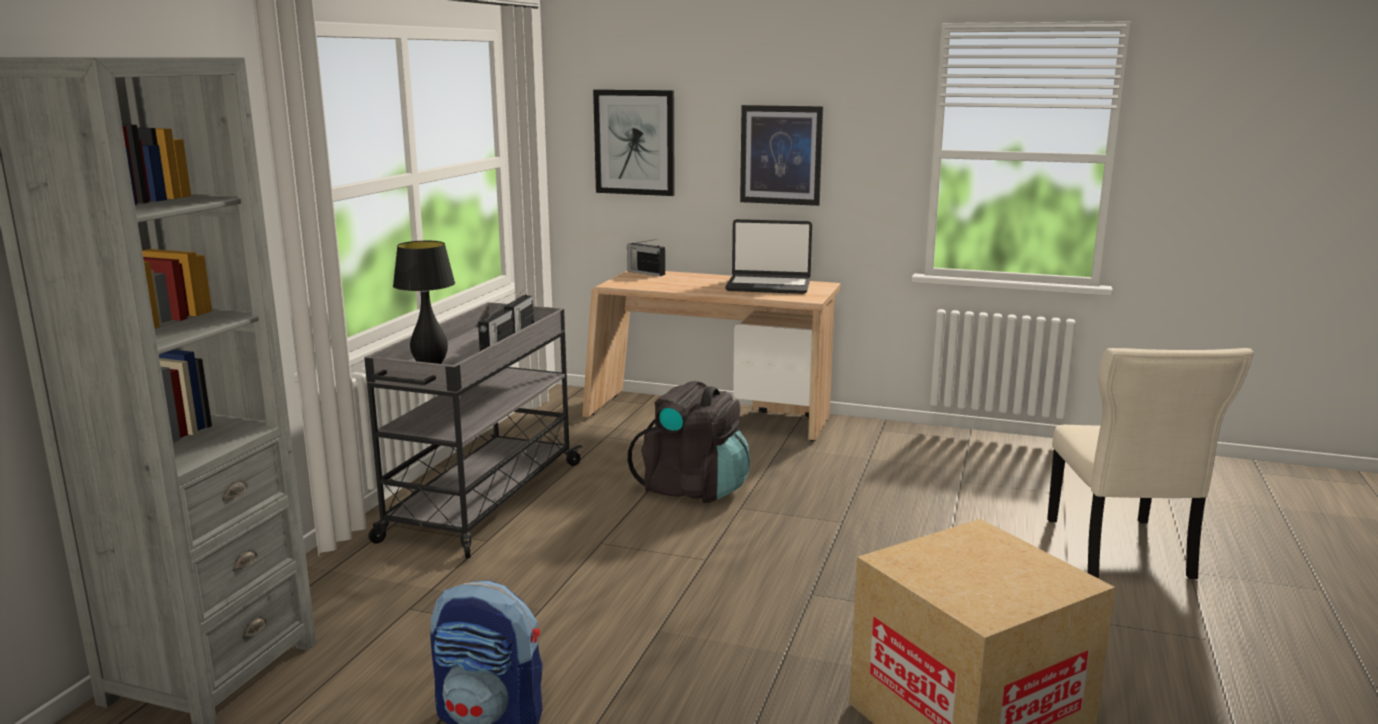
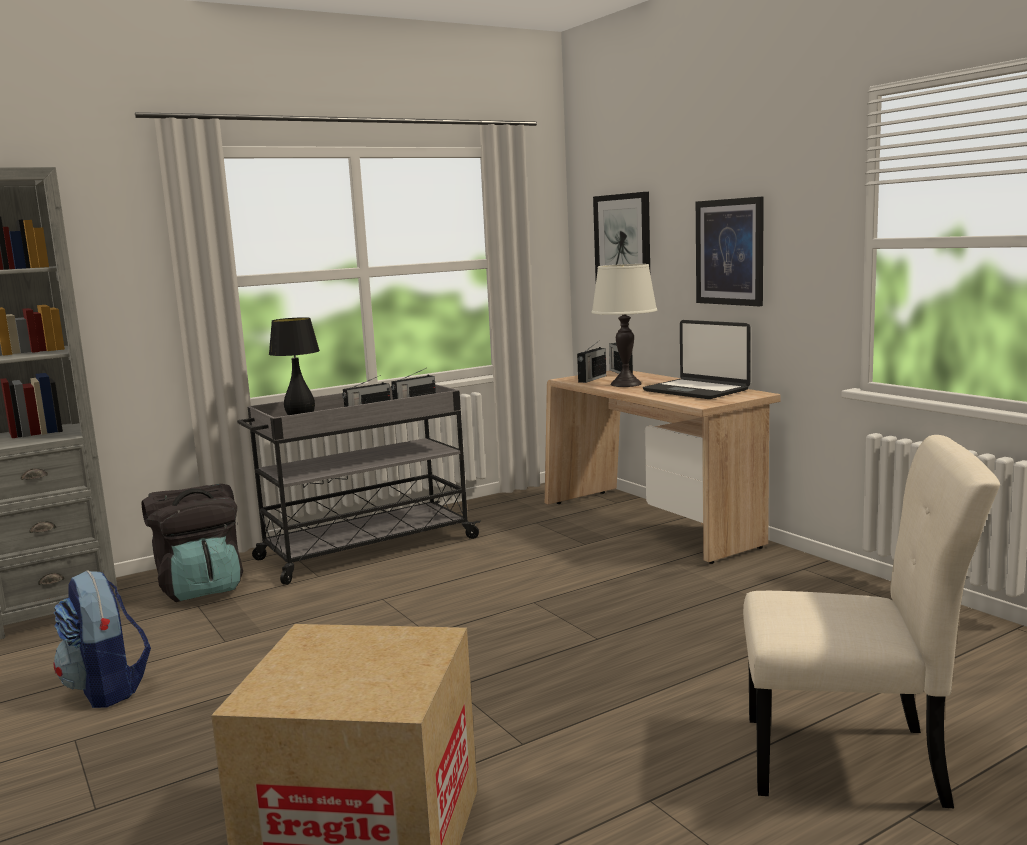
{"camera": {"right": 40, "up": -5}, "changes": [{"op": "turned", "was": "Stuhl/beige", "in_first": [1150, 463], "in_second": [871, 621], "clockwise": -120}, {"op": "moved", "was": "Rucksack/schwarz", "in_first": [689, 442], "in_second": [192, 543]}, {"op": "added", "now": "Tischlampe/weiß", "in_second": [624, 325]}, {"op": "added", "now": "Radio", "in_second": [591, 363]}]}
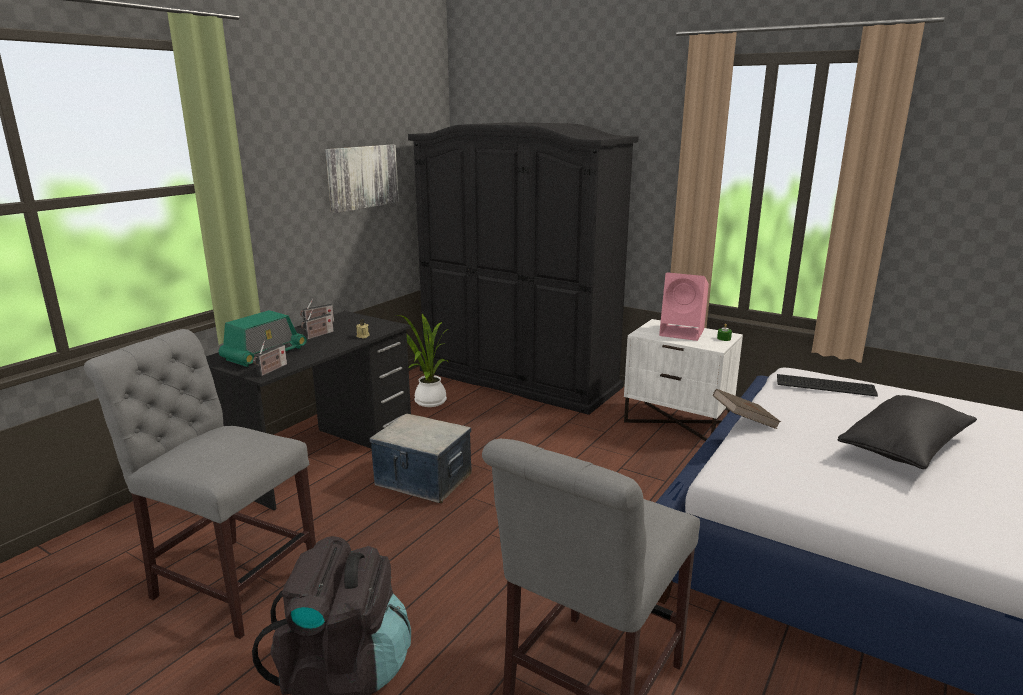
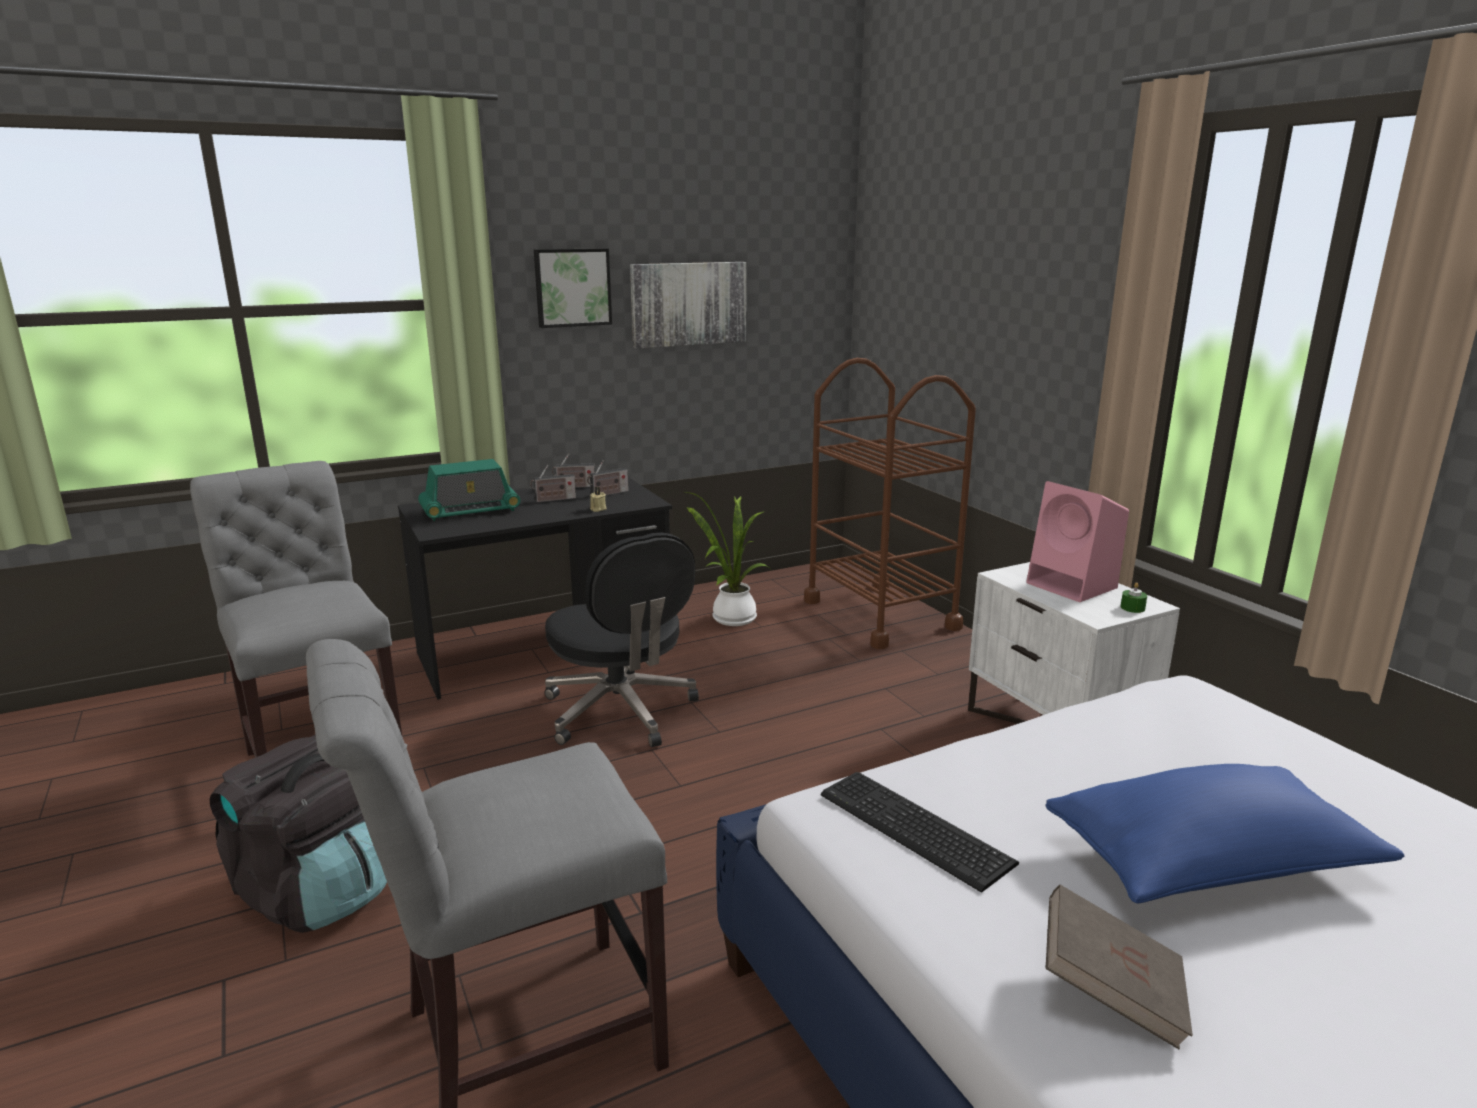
{"camera": {"right": 30, "up": 0}, "changes": [{"op": "replaced", "was": "Kleiderschrank/schwarz", "now": "Rollwagen/braun", "in_first": [523, 268], "in_second": [890, 503]}, {"op": "moved", "was": "Radio", "in_first": [270, 358], "in_second": [608, 478]}, {"op": "moved", "was": "Tastatur", "in_first": [827, 385], "in_second": [920, 832]}, {"op": "moved", "was": "Buch/braun", "in_first": [747, 409], "in_second": [1119, 967]}, {"op": "recoloured", "was": "Kissen/schwarz", "now": "Kissen/blau", "in_first": [907, 432], "in_second": [1224, 833]}, {"op": "replaced", "was": "Aufbewahrungsbox", "now": "Bürostuhl/schwarz", "in_first": [420, 458], "in_second": [621, 639]}, {"op": "added", "now": "Bild", "in_second": [573, 288]}]}
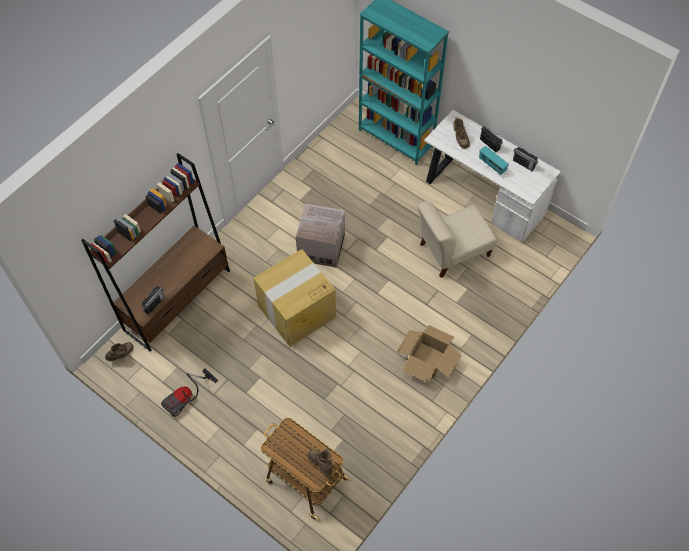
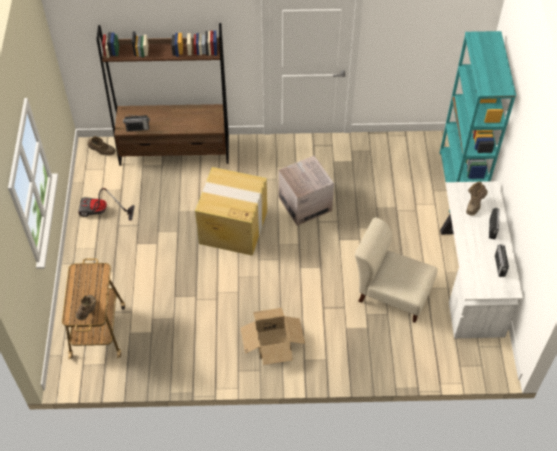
{"camera": {"right": 50, "up": -5}, "changes": [{"op": "removed", "was": "Radio", "in_first": [494, 160]}]}
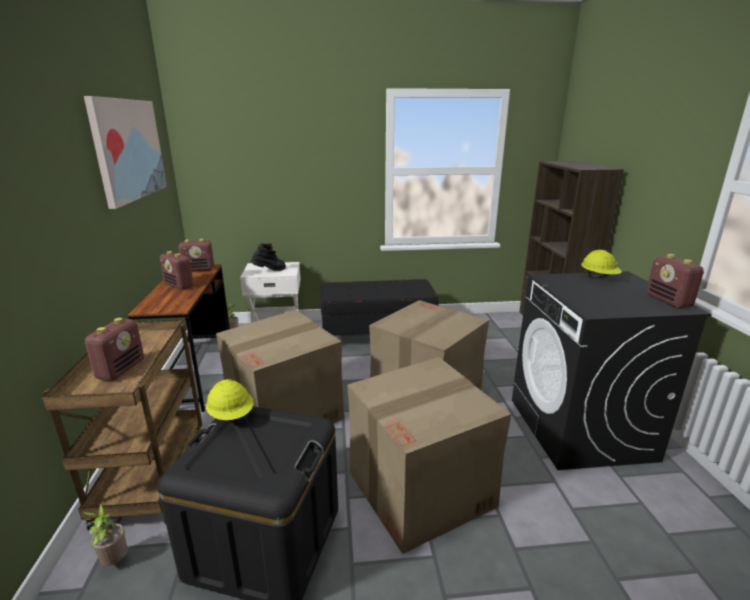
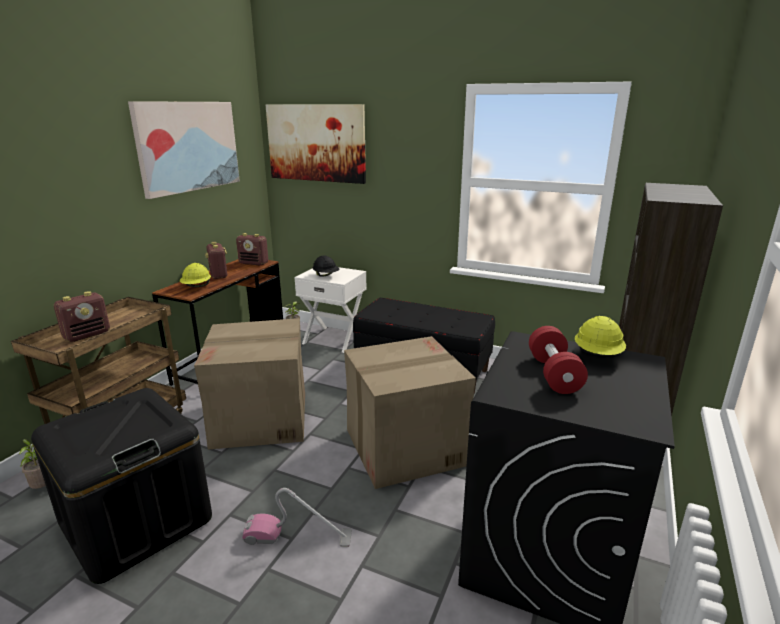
{"camera": {"right": 30, "up": 0}, "changes": [{"op": "replaced", "was": "Stiefel/schwarz", "now": "Schutzhelm/schwarz", "in_first": [268, 257], "in_second": [326, 266]}, {"op": "removed", "was": "Radio", "in_first": [675, 281]}, {"op": "replaced", "was": "Karton", "now": "Staubsauger", "in_first": [429, 455], "in_second": [297, 517]}, {"op": "moved", "was": "Schutzhelm/gelb", "in_first": [229, 399], "in_second": [195, 275]}, {"op": "added", "now": "Bild", "in_second": [316, 144]}, {"op": "added", "now": "Hantel/rot", "in_second": [558, 360]}]}
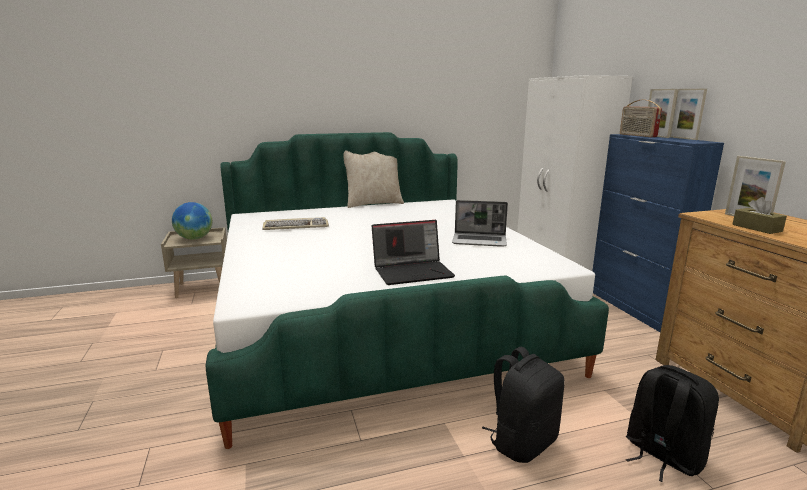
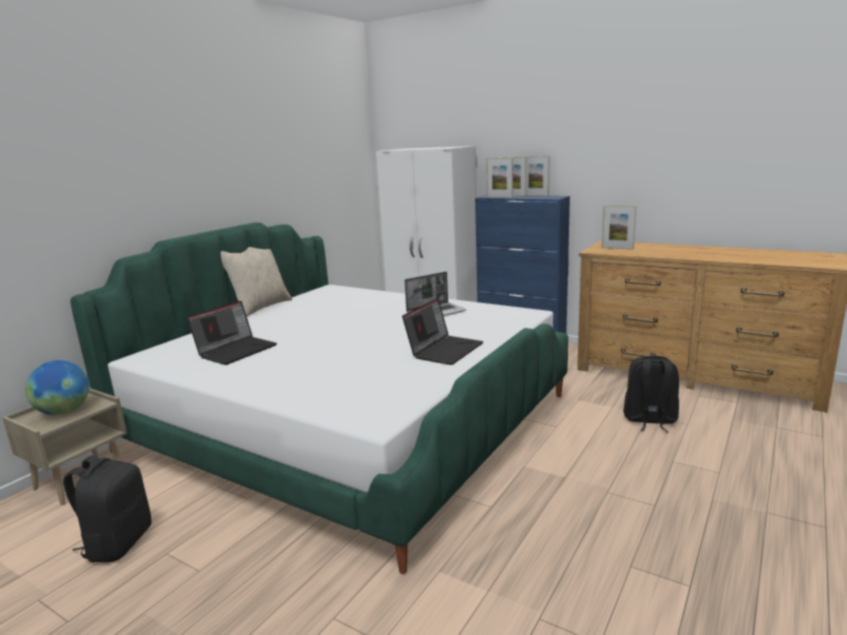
{"camera": {"right": -40, "up": 0}, "changes": [{"op": "replaced", "was": "Radio", "now": "Bilderrahmen", "in_first": [641, 118], "in_second": [499, 177]}, {"op": "removed", "was": "Taschentuchbox/braun", "in_first": [759, 215]}, {"op": "replaced", "was": "Tastatur", "now": "Laptop", "in_first": [295, 223], "in_second": [232, 333]}, {"op": "moved", "was": "Rucksack/schwarz", "in_first": [523, 405], "in_second": [107, 509]}]}
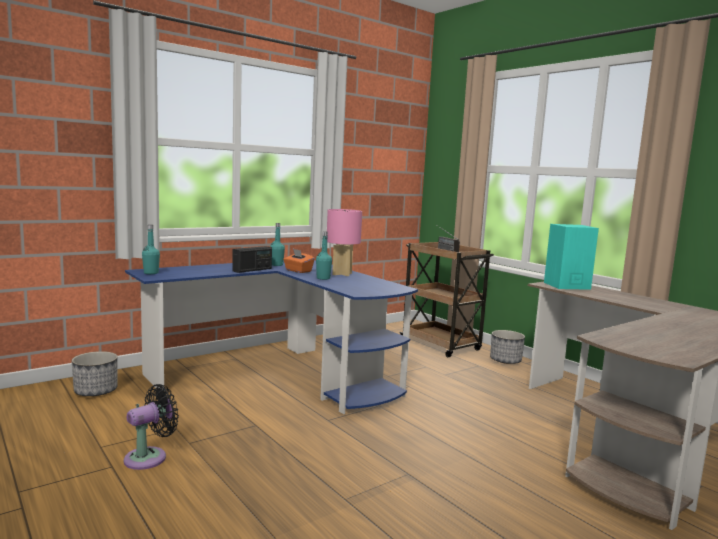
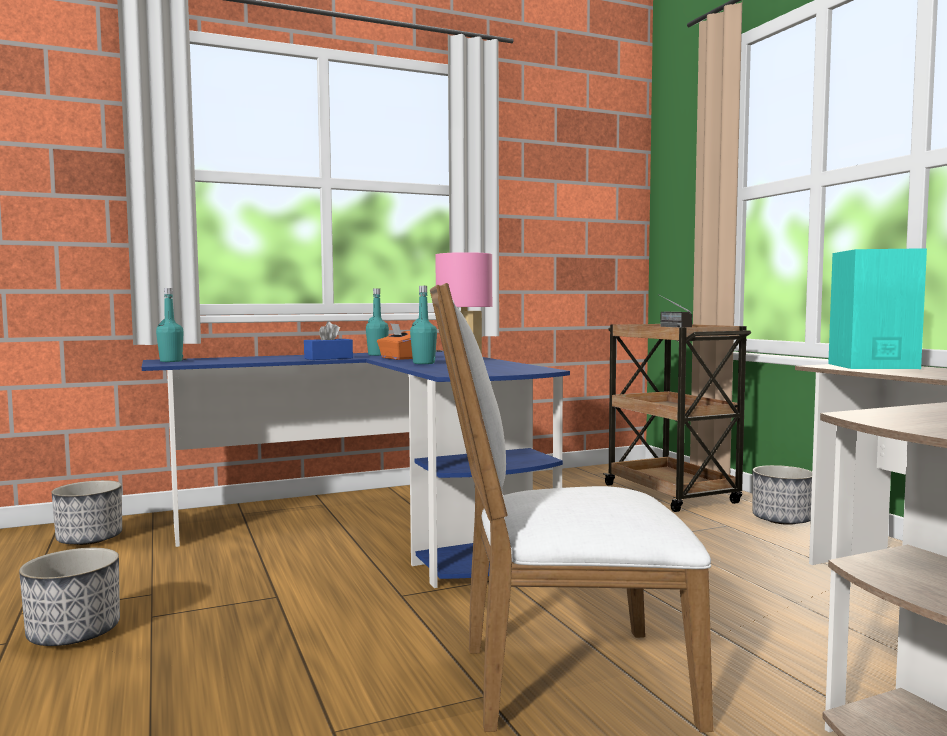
{"camera": {"right": 15, "up": -5}, "changes": [{"op": "replaced", "was": "Radio", "now": "Taschentuchbox/blau", "in_first": [252, 259], "in_second": [328, 340]}, {"op": "replaced", "was": "Ventilator/schwarz", "now": "Pflanzkübel", "in_first": [151, 427], "in_second": [69, 597]}, {"op": "added", "now": "Stuhl/weiß", "in_second": [571, 508]}]}
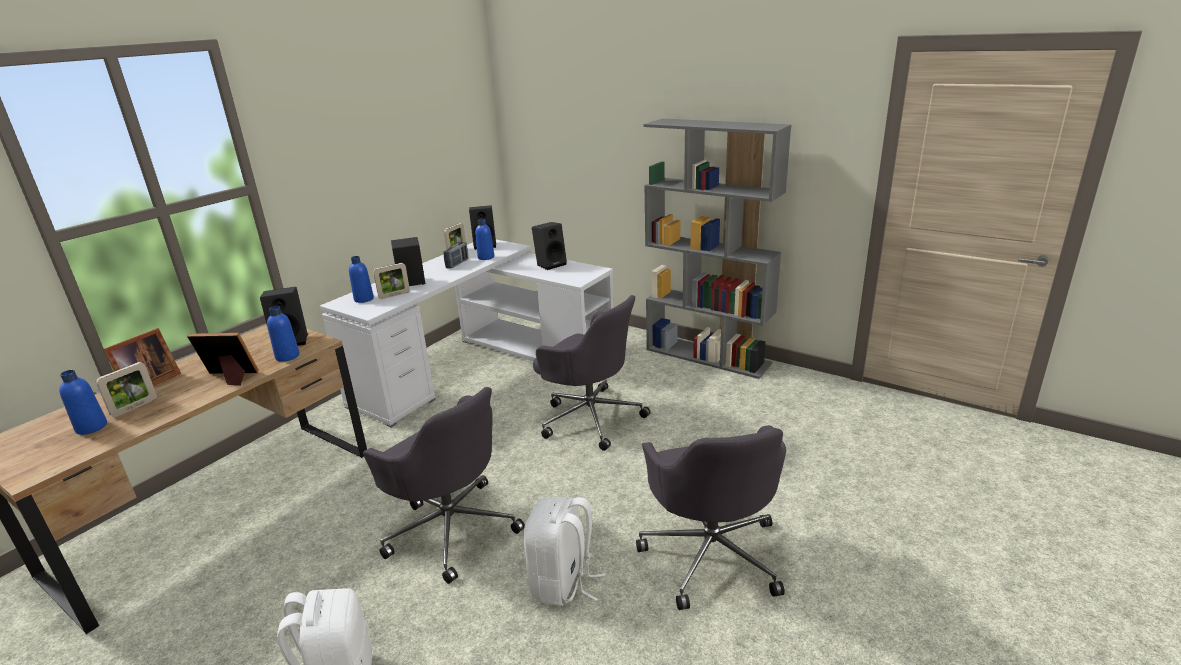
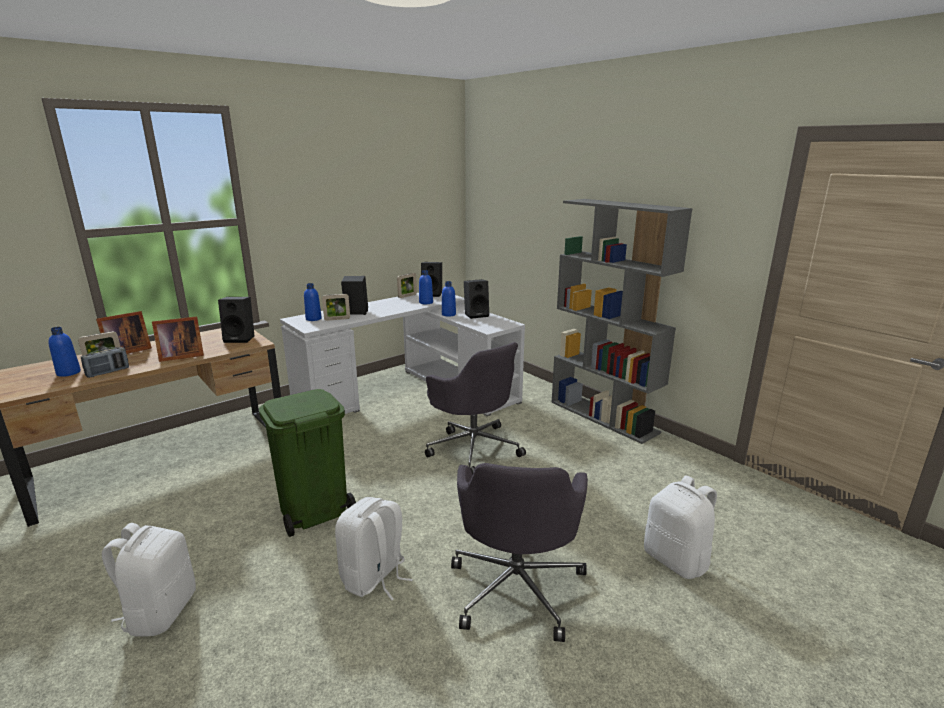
{"camera": {"right": 15, "up": -5}, "changes": [{"op": "moved", "was": "Radio", "in_first": [455, 255], "in_second": [105, 362]}, {"op": "moved", "was": "Flasche/blau", "in_first": [283, 334], "in_second": [449, 299]}, {"op": "turned", "was": "Bilderrahmen", "in_first": [223, 359], "in_second": [178, 339], "clockwise": 135}, {"op": "replaced", "was": "Bürostuhl/grau", "now": "Mülleimer/grün", "in_first": [444, 485], "in_second": [307, 463]}, {"op": "added", "now": "Rucksack/weiß", "in_second": [680, 527]}]}
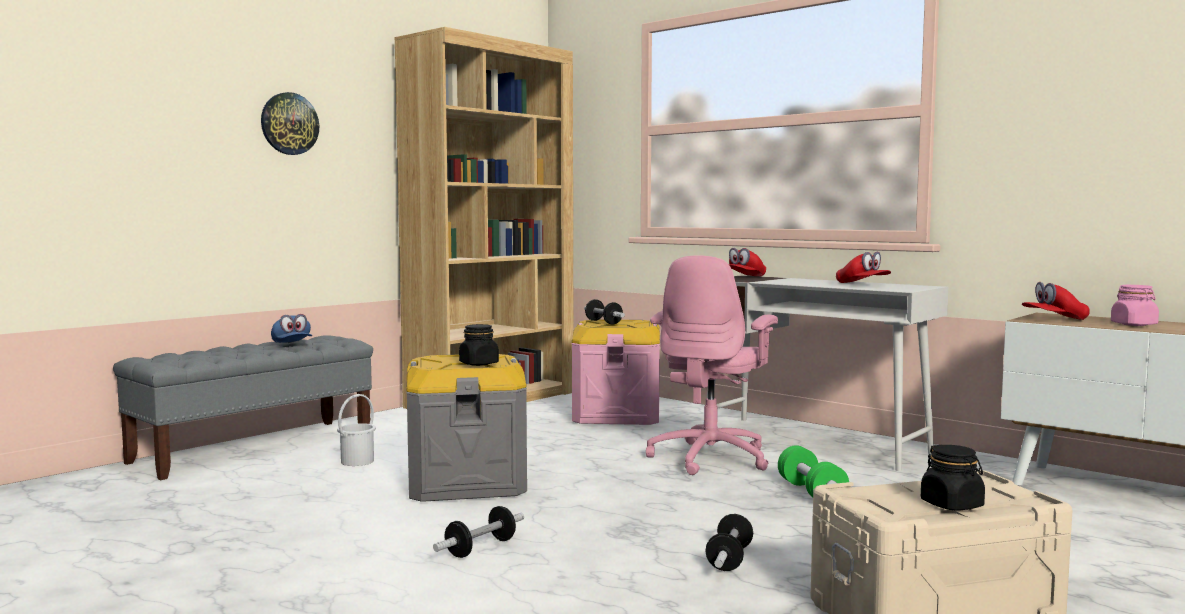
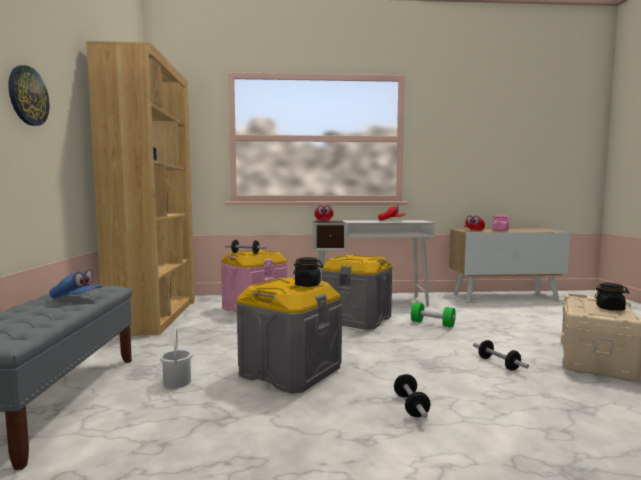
{"camera": {"right": -45, "up": 0}, "changes": [{"op": "replaced", "was": "Bürostuhl/rosa", "now": "Aufbewahrungsbox/grau", "in_first": [712, 365], "in_second": [357, 292]}]}
